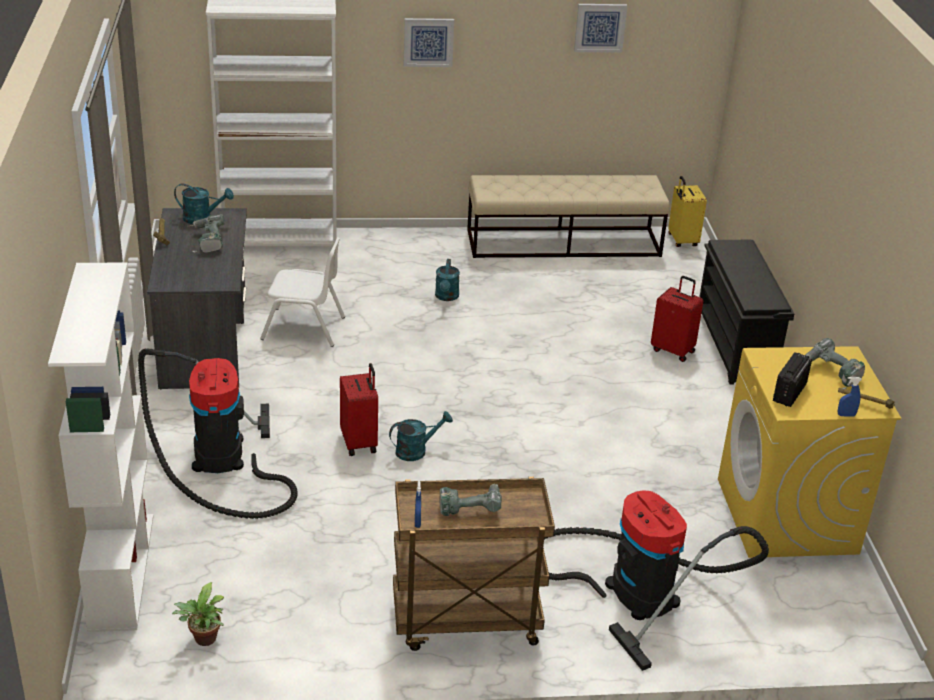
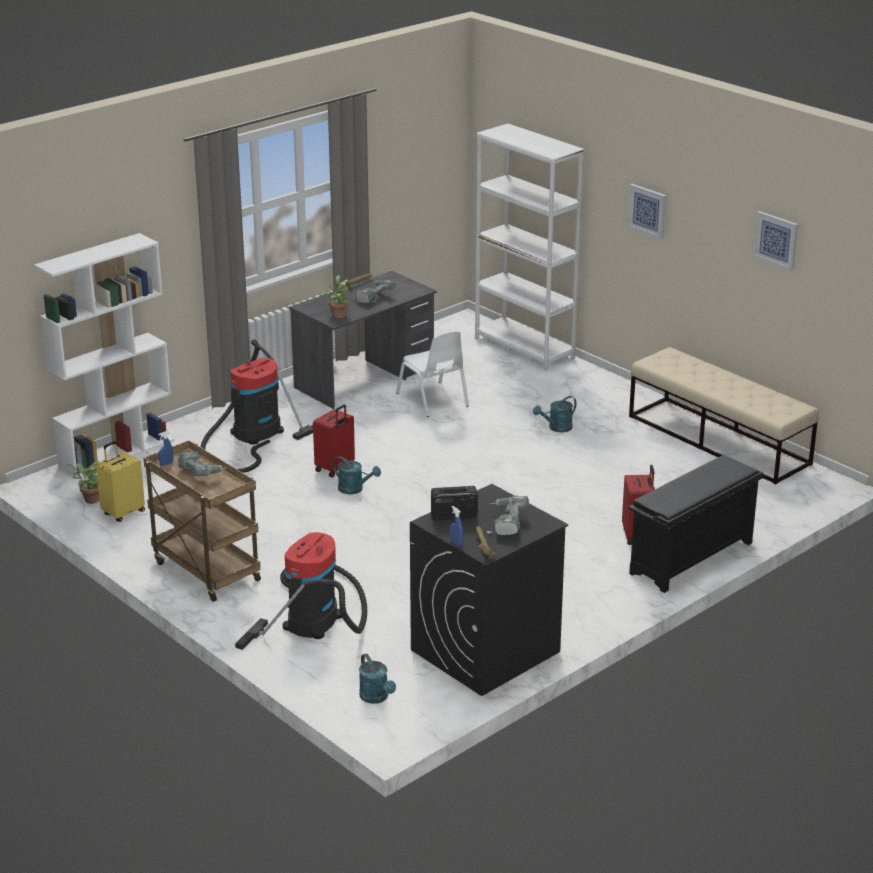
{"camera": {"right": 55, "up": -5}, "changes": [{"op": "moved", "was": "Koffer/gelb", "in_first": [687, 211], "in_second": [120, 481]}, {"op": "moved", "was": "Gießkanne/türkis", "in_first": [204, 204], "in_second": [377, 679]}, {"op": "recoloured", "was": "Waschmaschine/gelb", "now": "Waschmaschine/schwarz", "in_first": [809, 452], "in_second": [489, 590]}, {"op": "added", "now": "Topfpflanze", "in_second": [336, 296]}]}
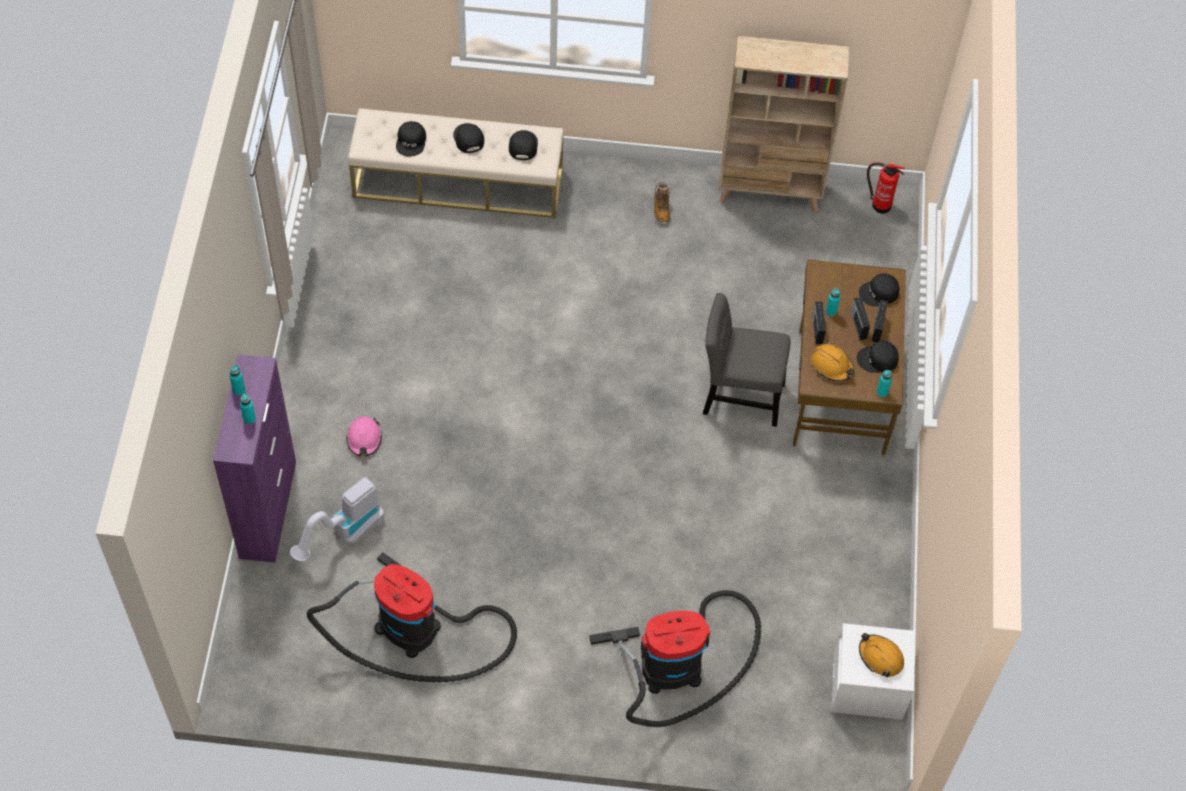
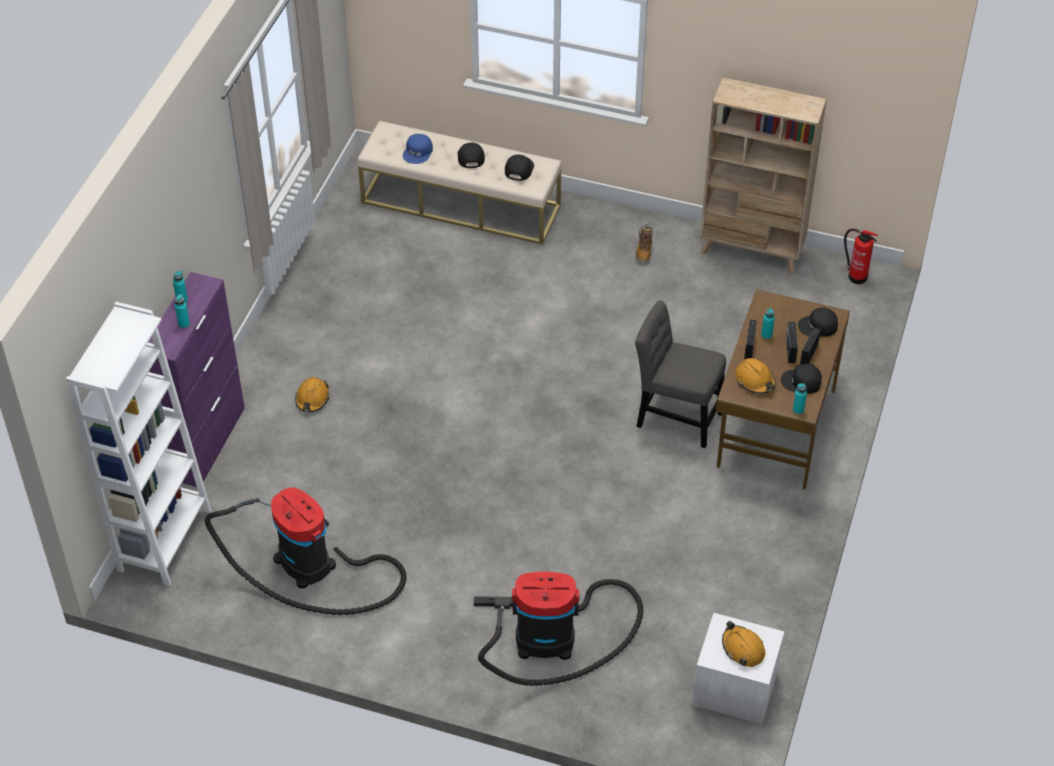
{"camera": {"right": 15, "up": -10}, "changes": [{"op": "recoloured", "was": "Kappe/schwarz", "now": "Kappe/blau", "in_first": [411, 139], "in_second": [418, 149]}, {"op": "recoloured", "was": "Schutzhelm/rosa", "now": "Schutzhelm/orange", "in_first": [364, 436], "in_second": [312, 394]}, {"op": "removed", "was": "Staubsauger", "in_first": [337, 519]}, {"op": "added", "now": "Bücherregal/weiß", "in_second": [138, 444]}]}
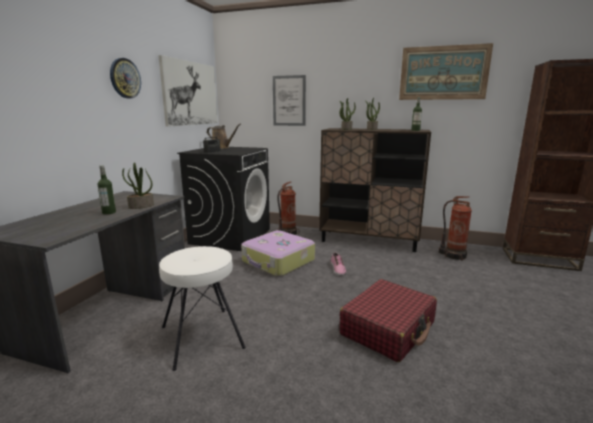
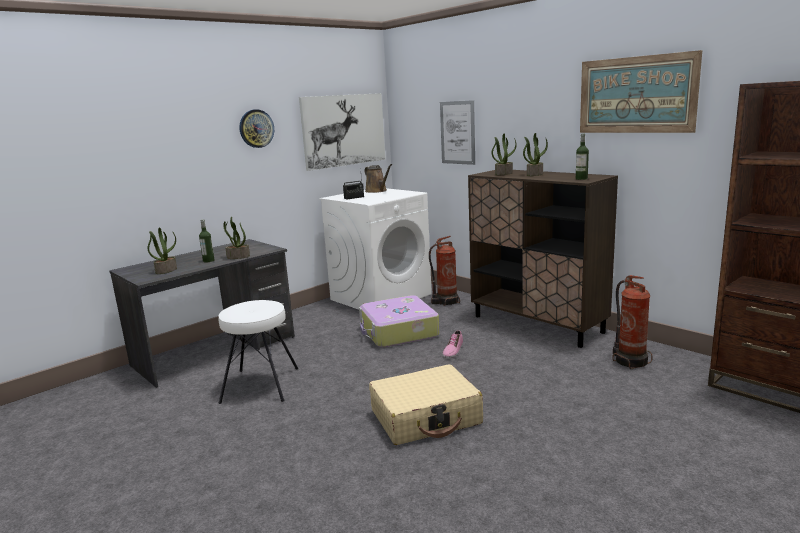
{"camera": {"right": 30, "up": 0}, "changes": [{"op": "recoloured", "was": "Waschmaschine/schwarz", "now": "Waschmaschine/weiß", "in_first": [223, 199], "in_second": [375, 249]}, {"op": "recoloured", "was": "Koffer/rot", "now": "Koffer/beige", "in_first": [388, 320], "in_second": [426, 404]}, {"op": "added", "now": "Topfpflanze", "in_second": [162, 250]}]}
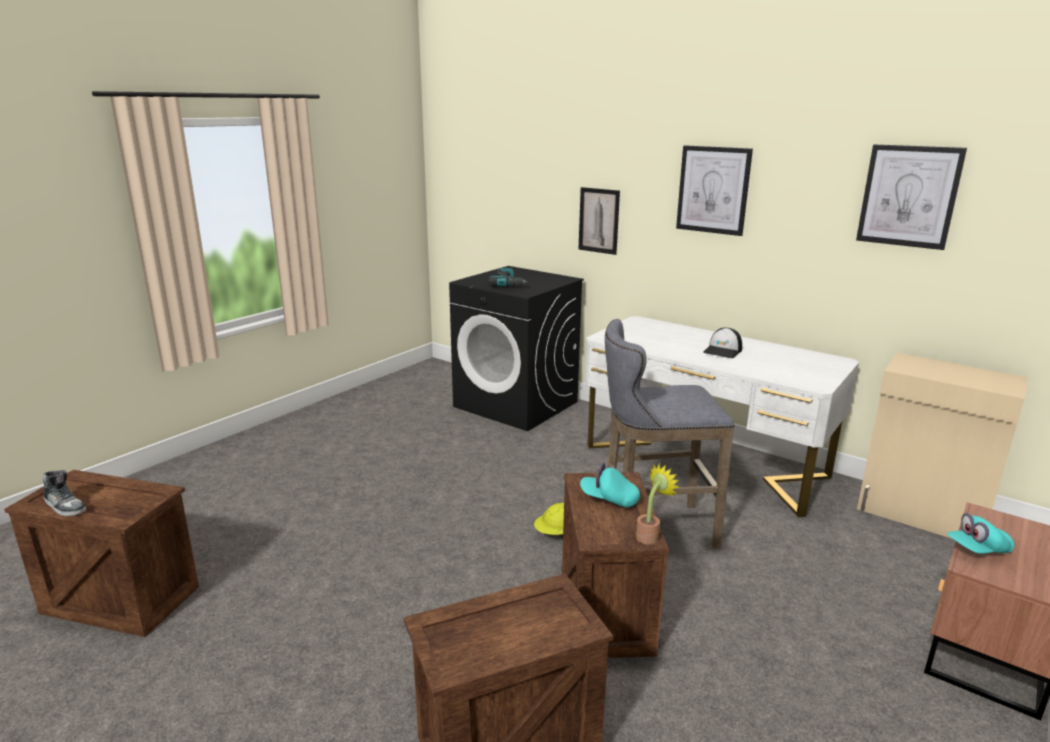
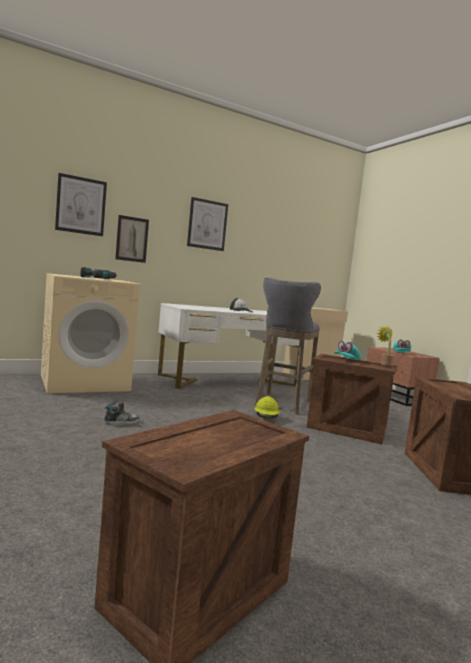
{"camera": {"right": -65, "up": -15}, "changes": [{"op": "moved", "was": "Bild", "in_first": [911, 197], "in_second": [81, 204]}, {"op": "recoloured", "was": "Waschmaschine/schwarz", "now": "Waschmaschine/beige", "in_first": [516, 348], "in_second": [90, 333]}, {"op": "moved", "was": "Schuh", "in_first": [64, 493], "in_second": [122, 413]}]}
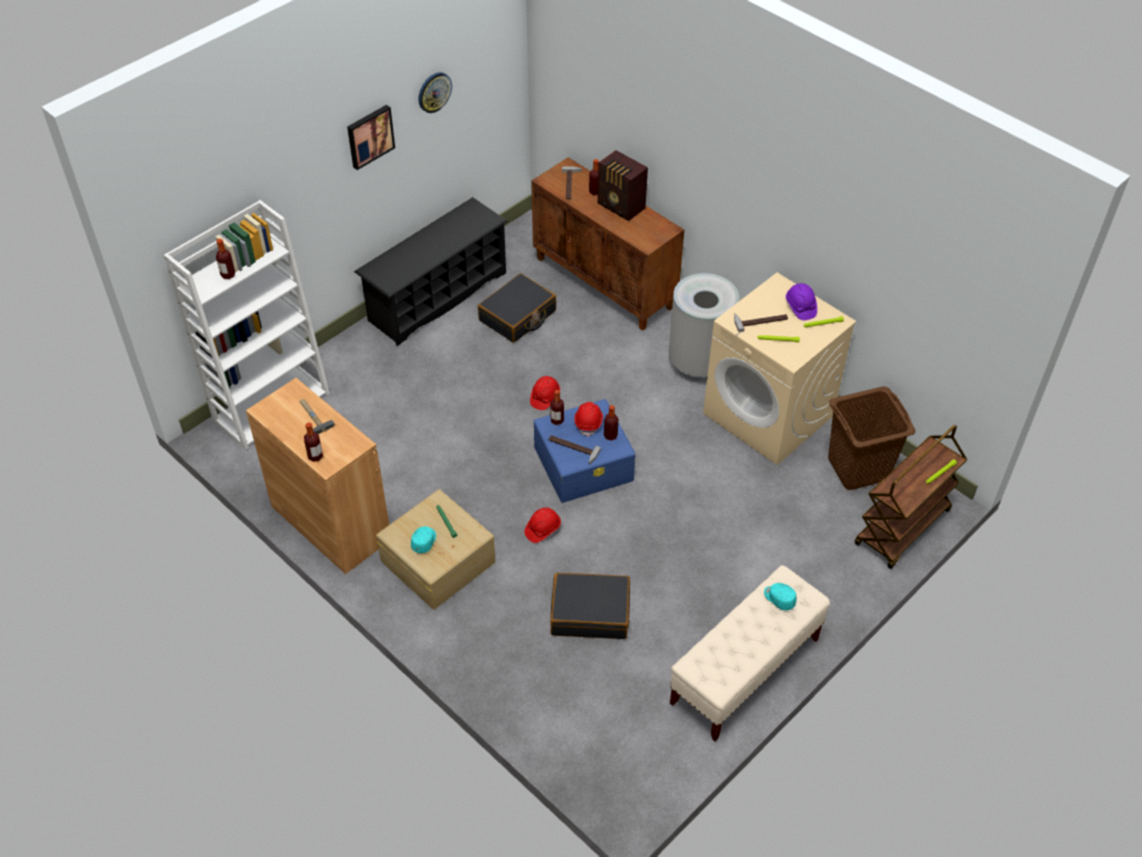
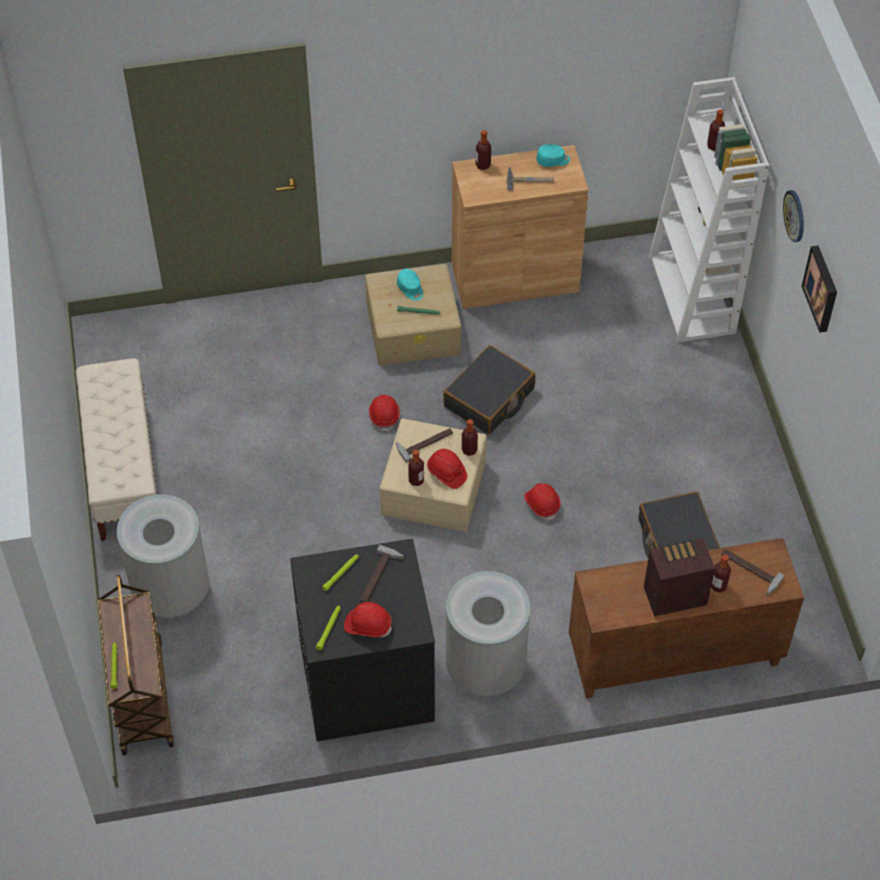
{"camera": {"right": 125, "up": 5}, "changes": [{"op": "moved", "was": "Wanduhr", "in_first": [435, 92], "in_second": [793, 216]}, {"op": "removed", "was": "Schuhregal/schwarz", "in_first": [431, 271]}, {"op": "recoloured", "was": "Waschmaschine/beige", "now": "Waschmaschine/schwarz", "in_first": [779, 369], "in_second": [362, 639]}, {"op": "recoloured", "was": "Schutzhelm/lila", "now": "Schutzhelm/rot", "in_first": [801, 301], "in_second": [368, 619]}, {"op": "removed", "was": "Wäschekorb/braun", "in_first": [871, 438]}, {"op": "recoloured", "was": "Aufbewahrungsbox/blau", "now": "Aufbewahrungsbox/beige", "in_first": [584, 451], "in_second": [433, 475]}, {"op": "moved", "was": "Koffer/schwarz", "in_first": [590, 606], "in_second": [489, 390]}, {"op": "moved", "was": "Kappe/türkis", "in_first": [780, 596], "in_second": [553, 155]}, {"op": "added", "now": "Mülleimer/grau", "in_second": [163, 556]}]}
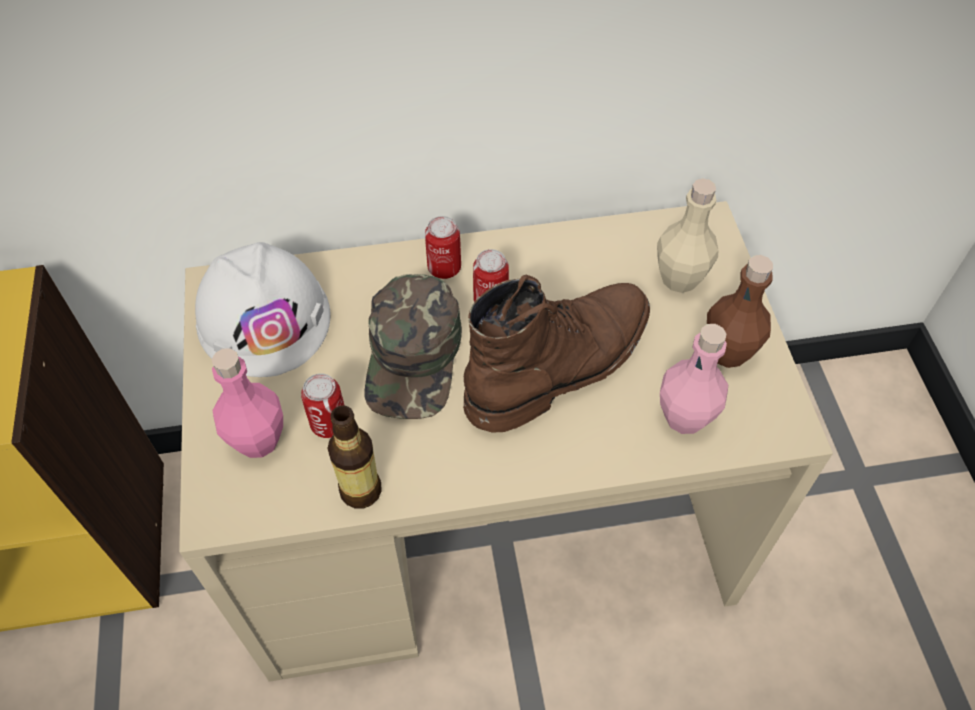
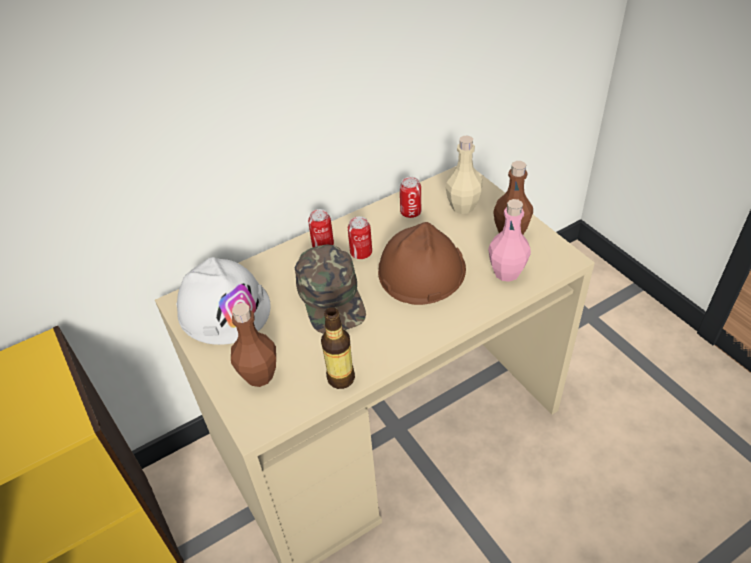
{"camera": {"right": -20, "up": -10}, "changes": [{"op": "replaced", "was": "Stiefel/braun", "now": "Schutzhelm/braun", "in_first": [556, 354], "in_second": [422, 263]}, {"op": "recoloured", "was": "Flasche/rosa", "now": "Flasche/braun", "in_first": [247, 403], "in_second": [253, 345]}, {"op": "moved", "was": "Dose", "in_first": [323, 405], "in_second": [410, 197]}]}
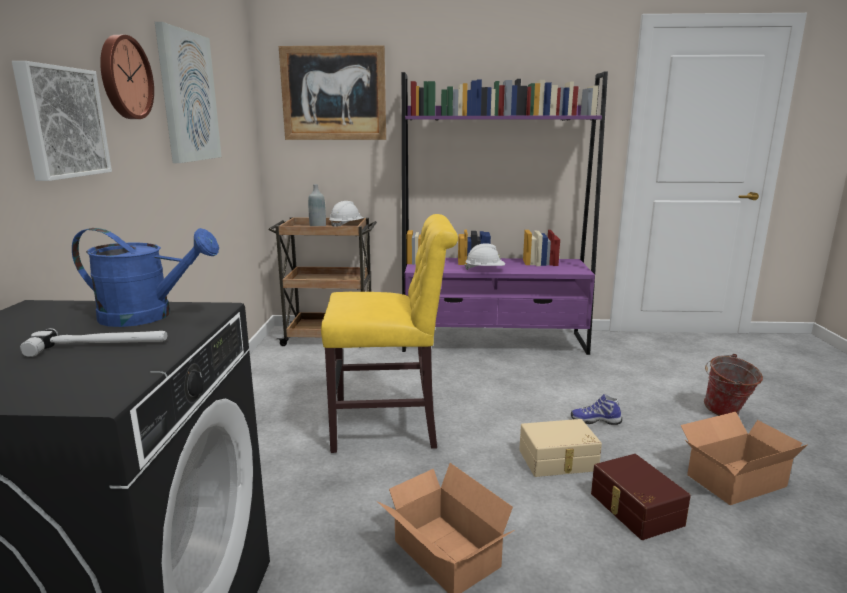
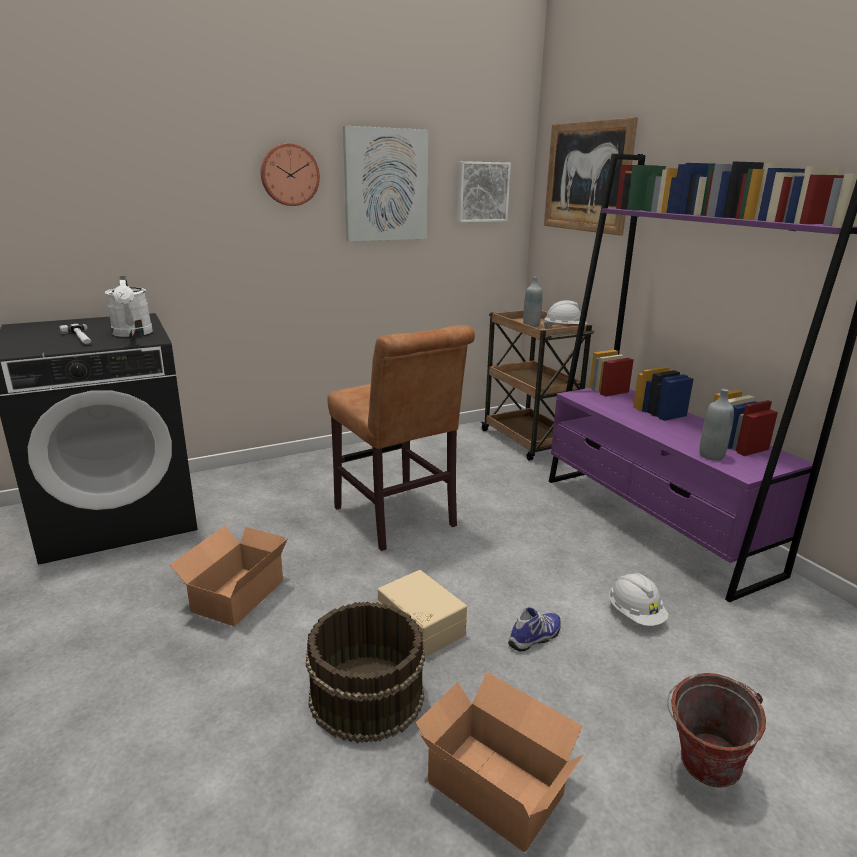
{"camera": {"right": 60, "up": 5}, "changes": [{"op": "moved", "was": "Bild", "in_first": [62, 121], "in_second": [484, 191]}, {"op": "recoloured", "was": "Stuhl/gelb", "now": "Stuhl/braun", "in_first": [389, 333], "in_second": [401, 438]}, {"op": "recoloured", "was": "Gießkanne/blau", "now": "Gießkanne/weiß", "in_first": [145, 277], "in_second": [129, 306]}, {"op": "moved", "was": "Schutzhelm/weiß", "in_first": [485, 256], "in_second": [638, 599]}, {"op": "turned", "was": "Schuh", "in_first": [596, 409], "in_second": [534, 629], "clockwise": 75}, {"op": "replaced", "was": "Aufbewahrungsbox/braun", "now": "Eimer/braun", "in_first": [641, 497], "in_second": [365, 672]}, {"op": "added", "now": "Flasche/grau", "in_second": [716, 424]}]}
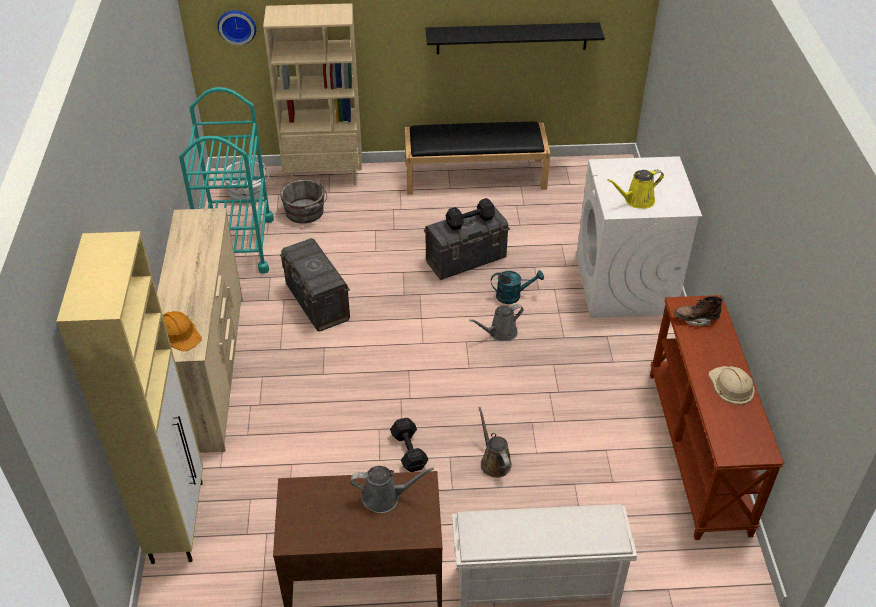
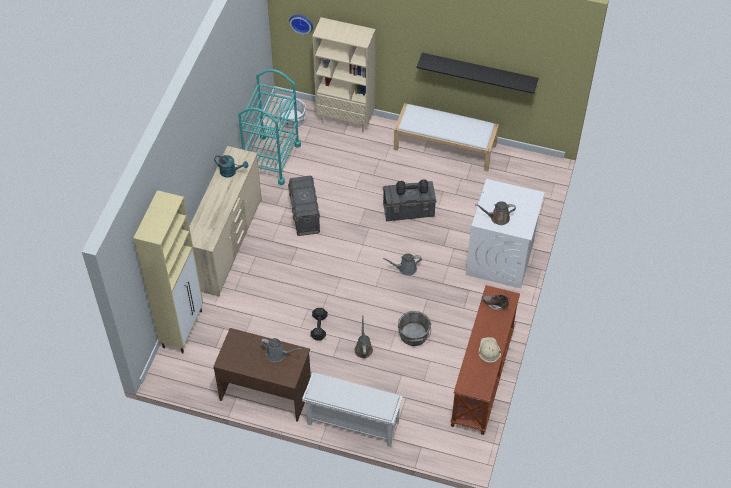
{"camera": {"right": 20, "up": 10}, "changes": [{"op": "recoloured", "was": "Bank/schwarz", "now": "Bank/weiß", "in_first": [478, 158], "in_second": [446, 137]}, {"op": "recoloured", "was": "Gießkanne/gelb", "now": "Gießkanne/braun", "in_first": [635, 189], "in_second": [495, 213]}, {"op": "moved", "was": "Eimer/grau", "in_first": [303, 202], "in_second": [414, 328]}, {"op": "moved", "was": "Gießkanne/türkis", "in_first": [517, 287], "in_second": [231, 166]}, {"op": "removed", "was": "Schutzhelm/orange", "in_first": [182, 331]}]}
